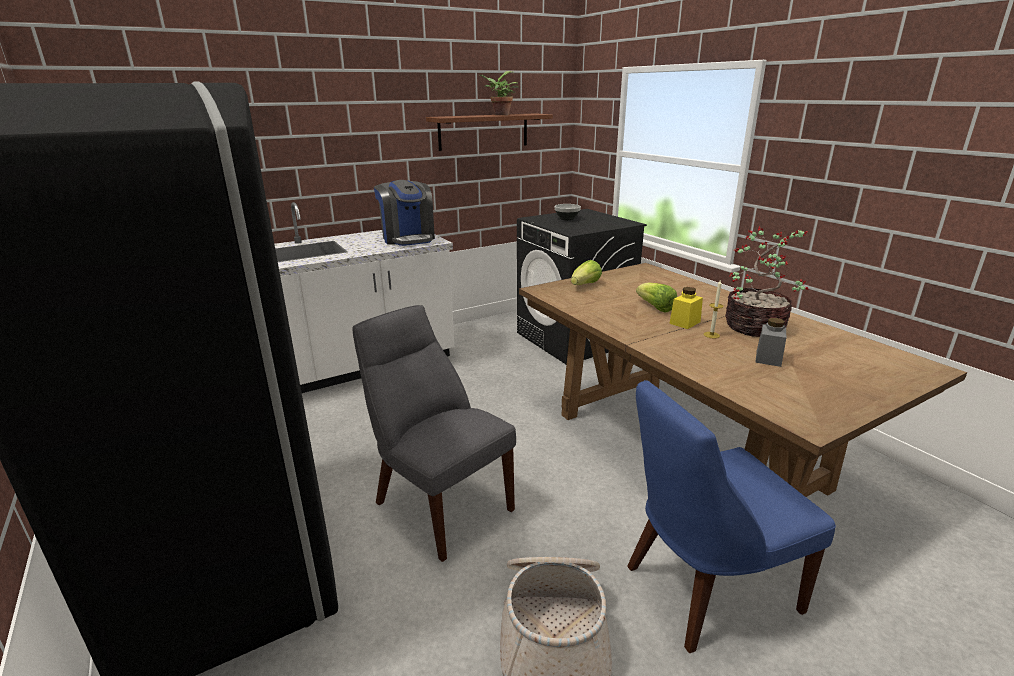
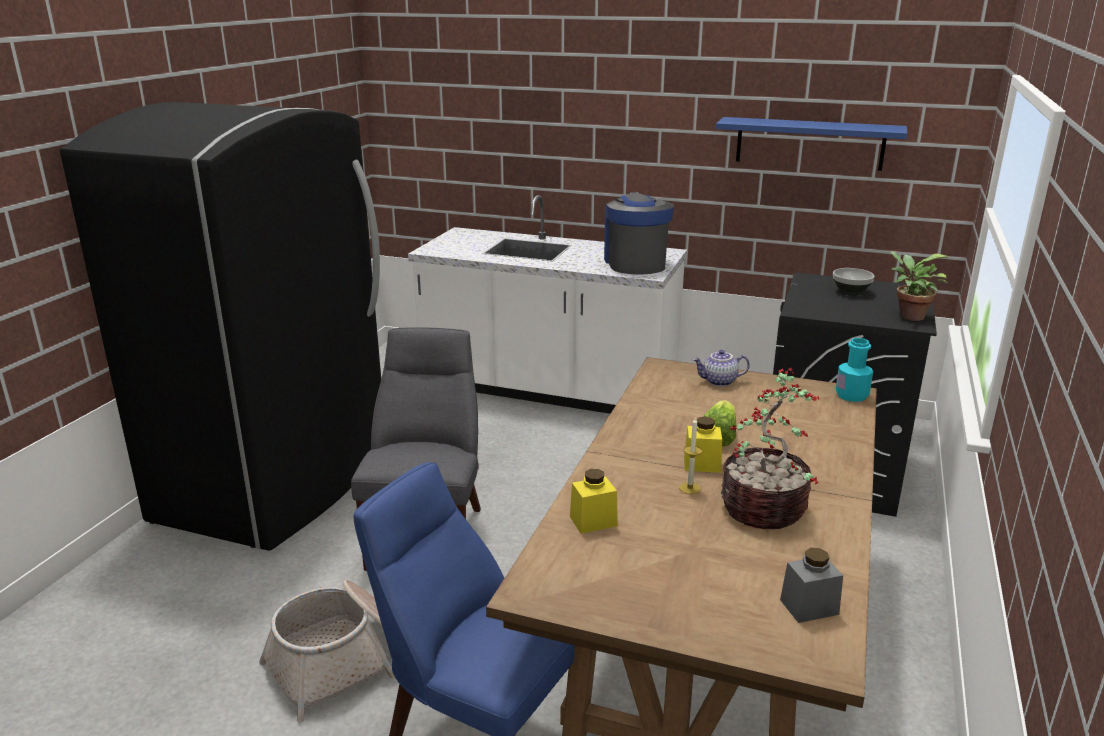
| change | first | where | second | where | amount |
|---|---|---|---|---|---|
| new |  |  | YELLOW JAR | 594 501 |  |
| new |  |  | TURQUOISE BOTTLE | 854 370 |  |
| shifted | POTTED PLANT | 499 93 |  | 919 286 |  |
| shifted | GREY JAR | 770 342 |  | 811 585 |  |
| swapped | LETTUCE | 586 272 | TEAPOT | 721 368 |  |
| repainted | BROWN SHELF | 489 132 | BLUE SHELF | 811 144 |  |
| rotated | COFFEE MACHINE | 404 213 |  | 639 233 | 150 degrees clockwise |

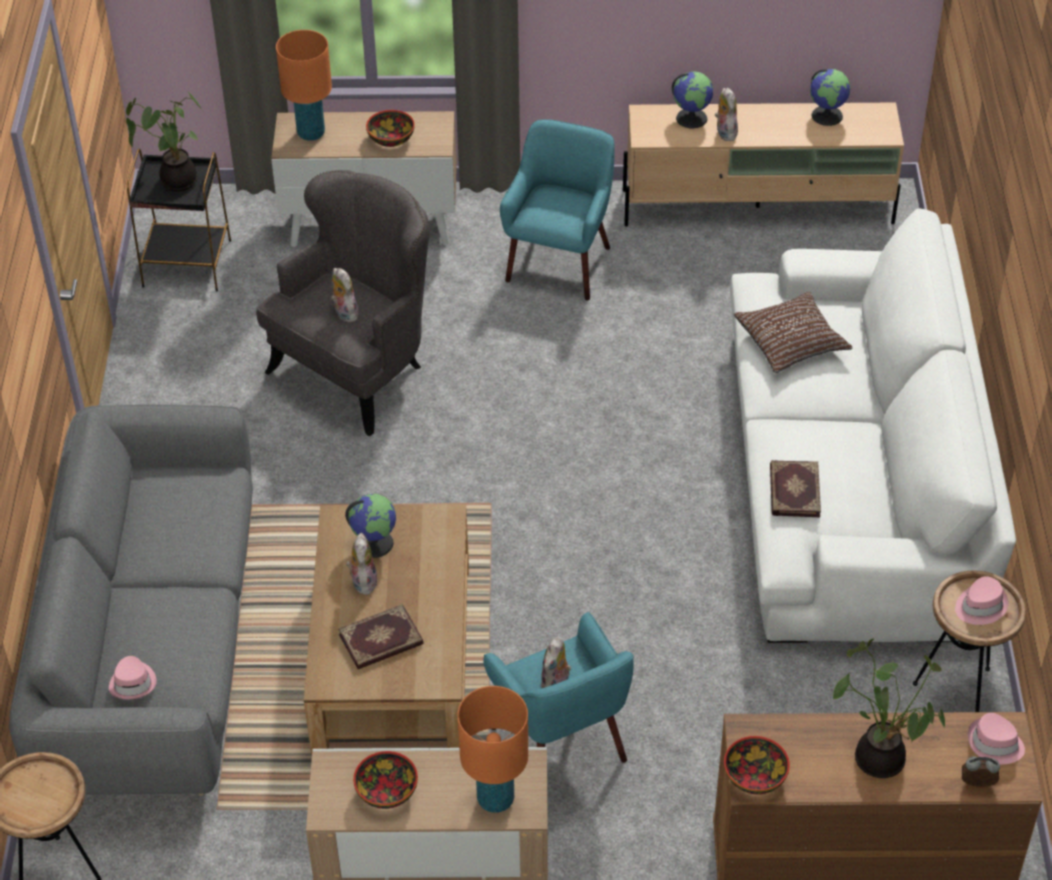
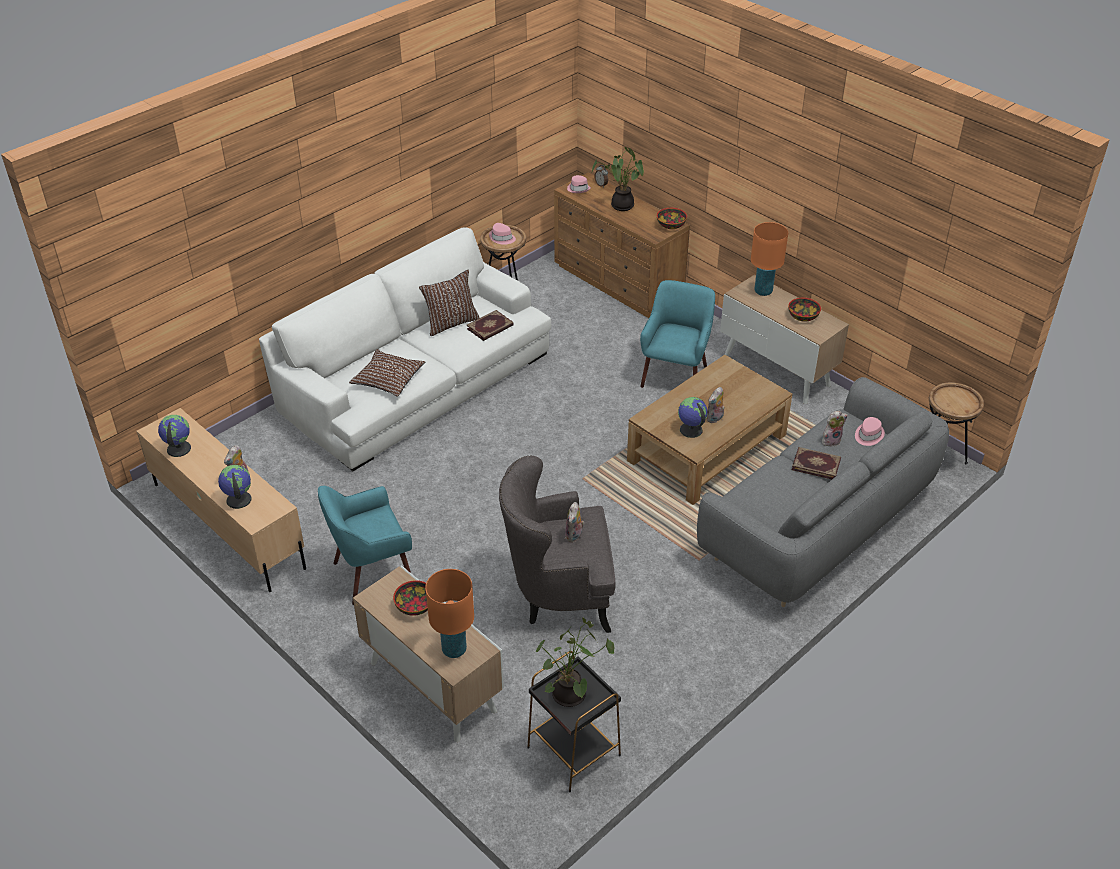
| change | first | where | second | where | amount |
|---|---|---|---|---|---|
| new |  |  | BROWN PILLOW | 449 303 |  |
| shifted | BOOK | 380 636 |  | 816 463 |  |
| shifted | PLUSH TOY | 556 662 |  | 835 429 |  |

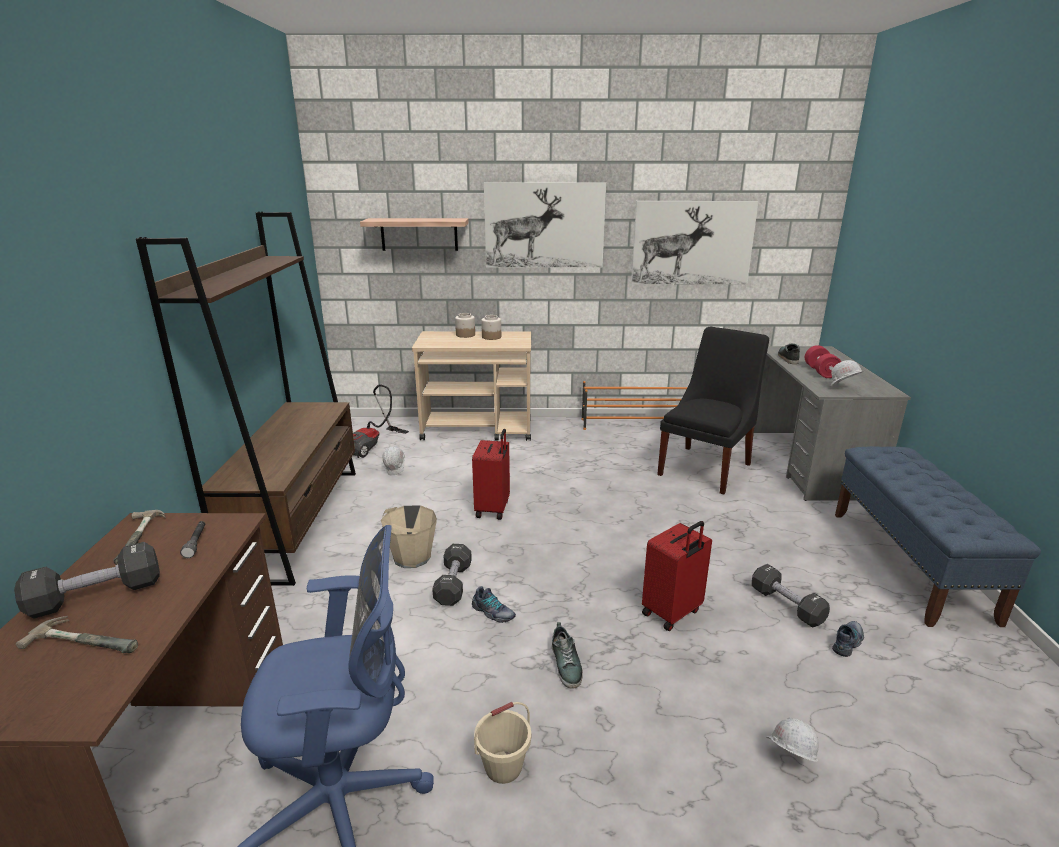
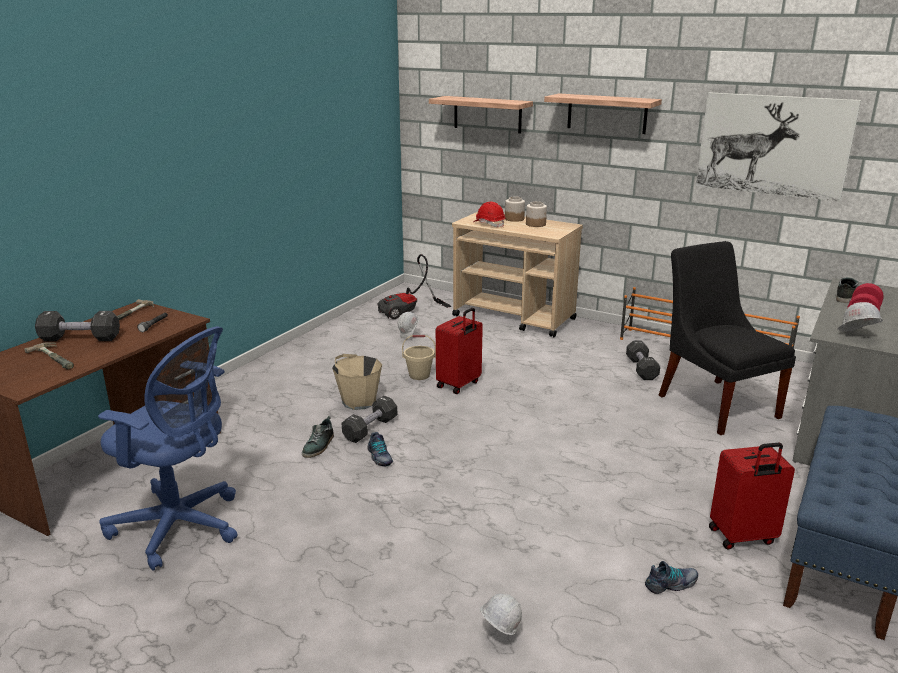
| change | first | where | second | where | amount |
|---|---|---|---|---|---|
| gone | BROWN BOOKCASE | 246 399 |  |  |  |
| new |  |  | RED HARD HAT | 489 214 |  |
| shifted | BEIGE BUCKET | 502 743 |  | 419 357 |  |
| shifted | SHOE | 567 655 |  | 318 437 |  |
| shifted | RED SUITCASE | 677 576 |  | 752 496 |  |
| shifted | BLACK DUMBBELL | 791 596 |  | 643 360 |  |
| swapped | PICTURE | 545 225 | SHELF | 603 113 |  |
| rotated | BLACK CHAIR | 713 411 |  | 727 338 | 90 degrees counterclockwise |

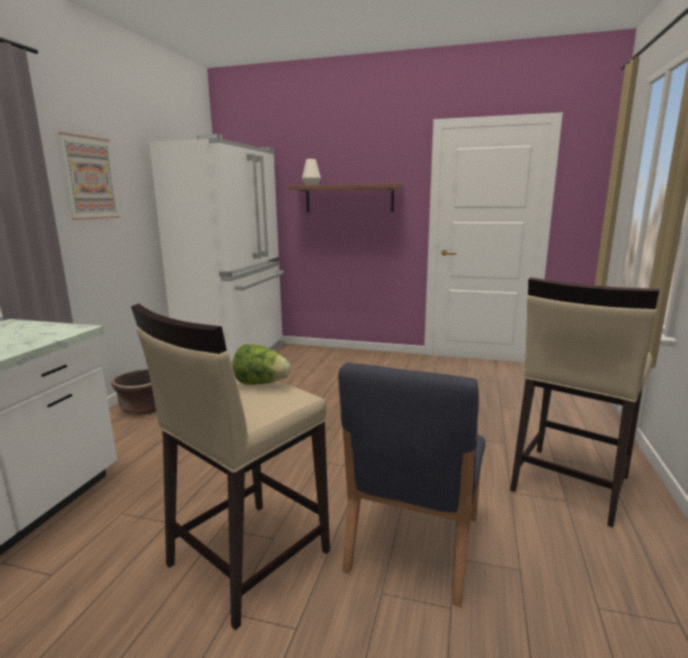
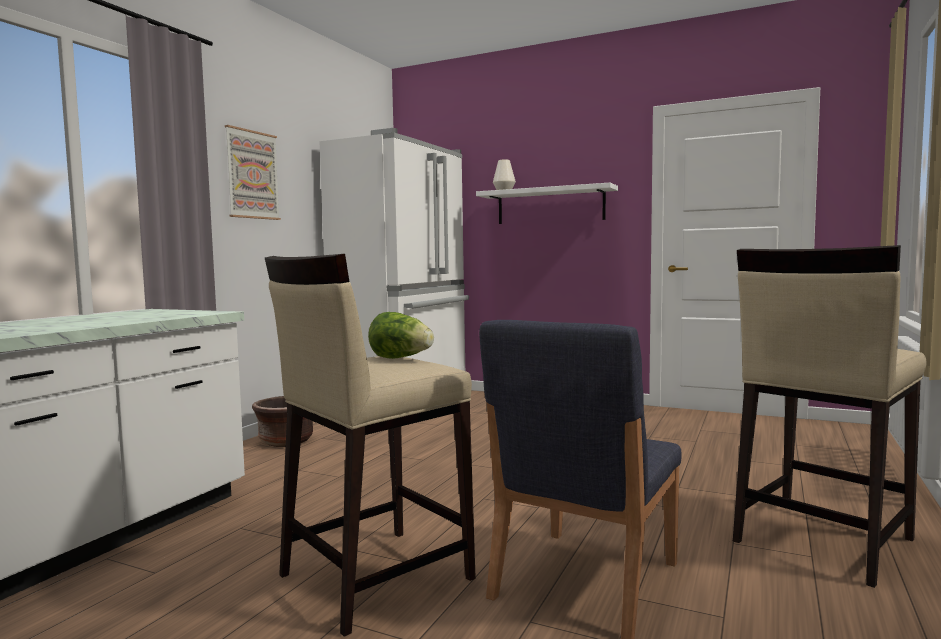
| change | first | where | second | where | amount |
|---|---|---|---|---|---|
| repainted | BROWN SHELF | 346 198 | WHITE SHELF | 547 203 |  |

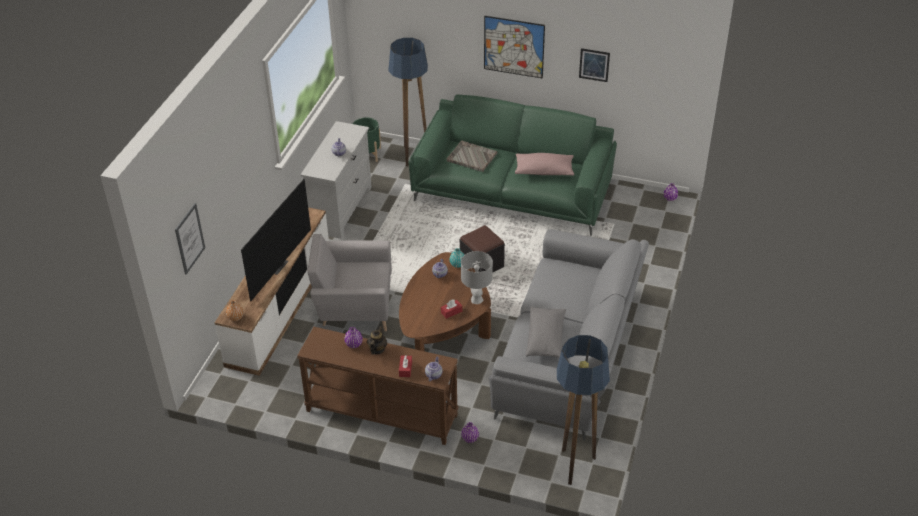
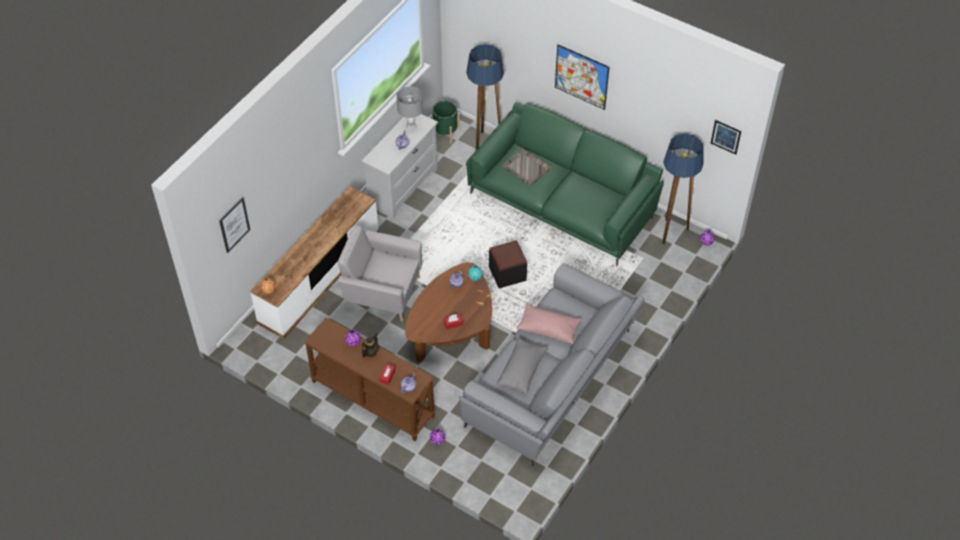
| change | first | where | second | where | amount |
|---|---|---|---|---|---|
| gone | TELEVISION | 276 240 |  |  |  |
| shifted | GREY TABLE LAMP | 477 277 |  | 409 108 |  |
| shifted | PINK PILLOW | 544 164 |  | 549 324 |  |
| shifted | FLOOR LAMP | 583 410 |  | 682 188 |  |
| shifted | PICTURE | 594 65 |  | 726 137 |  |

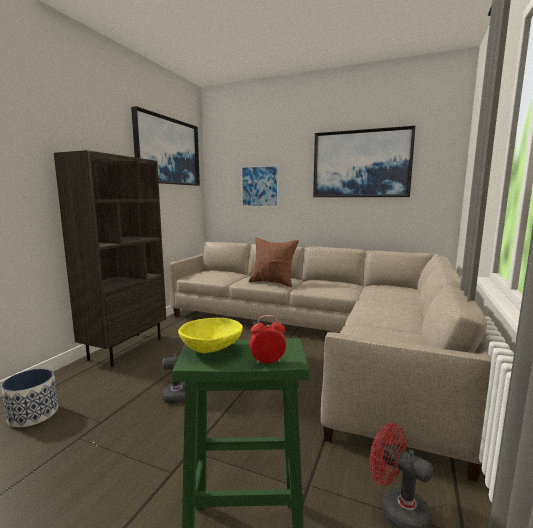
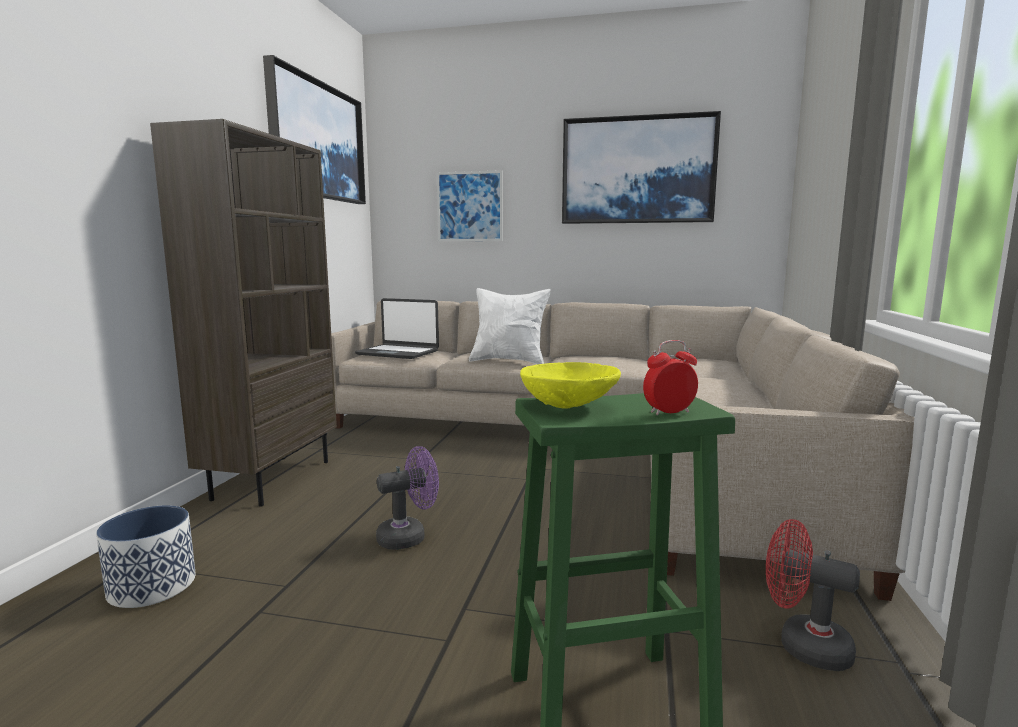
| change | first | where | second | where | amount |
|---|---|---|---|---|---|
| new |  |  | LAPTOP | 397 328 |  |
| repainted | BROWN PILLOW | 274 262 | WHITE PILLOW | 510 326 |  |

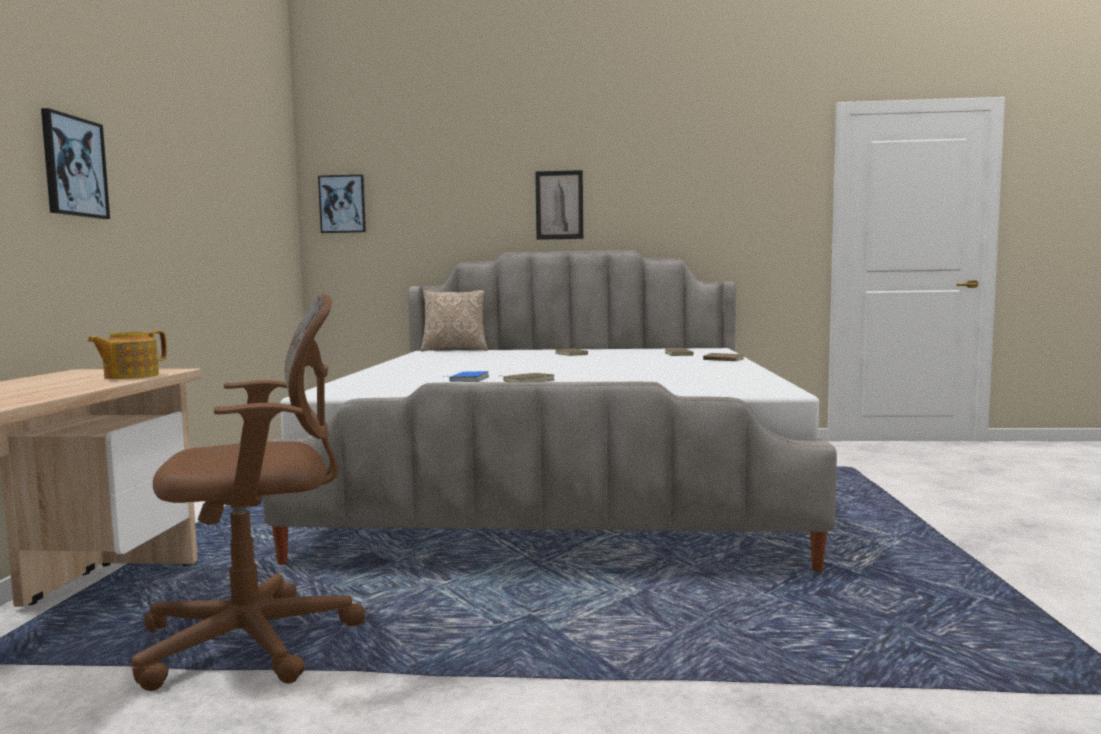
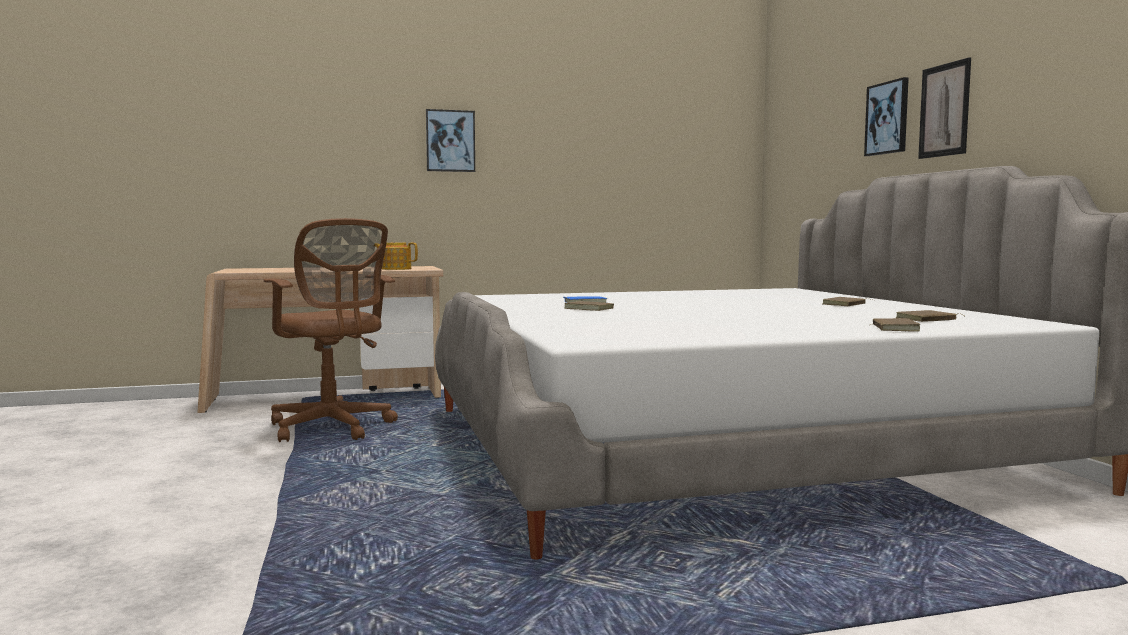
| change | first | where | second | where | amount |
|---|---|---|---|---|---|
| gone | PILLOW | 454 320 |  |  |  |
| shifted | PICTURE | 342 204 |  | 886 116 |  |

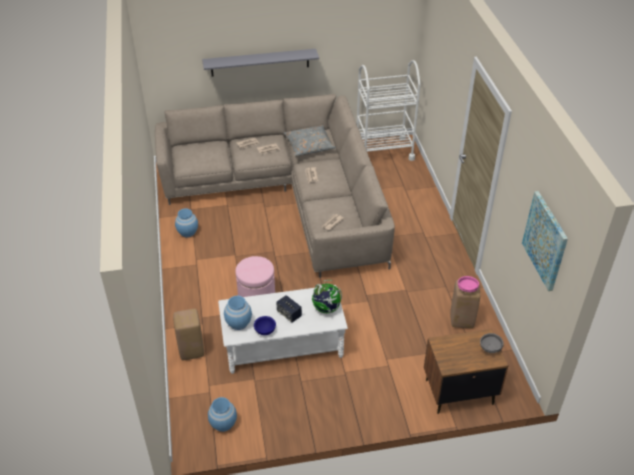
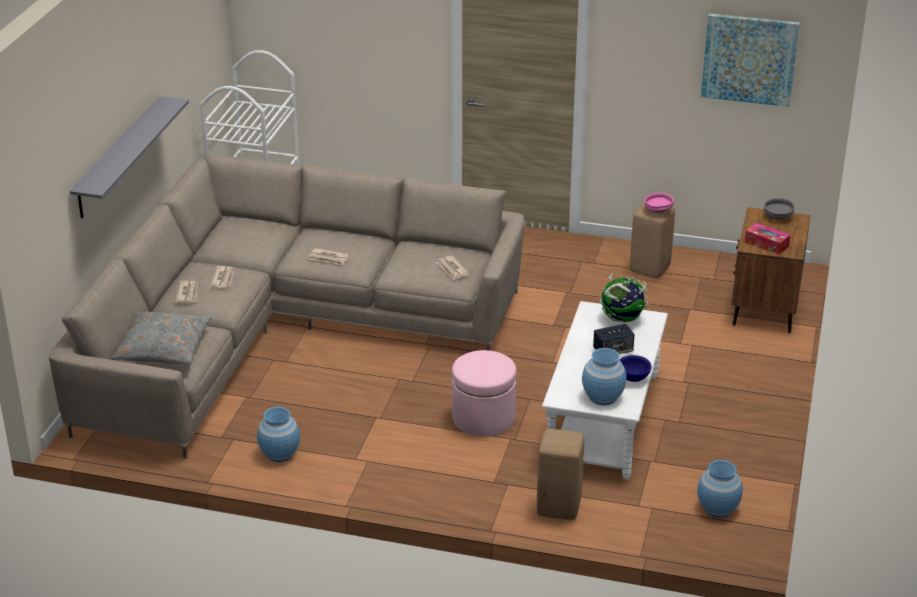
| change | first | where | second | where | amount |
|---|---|---|---|---|---|
| new |  |  | TISSUE BOX | 768 239 |  |
| shifted | GREY PILLOW | 310 140 |  | 161 338 |  |

